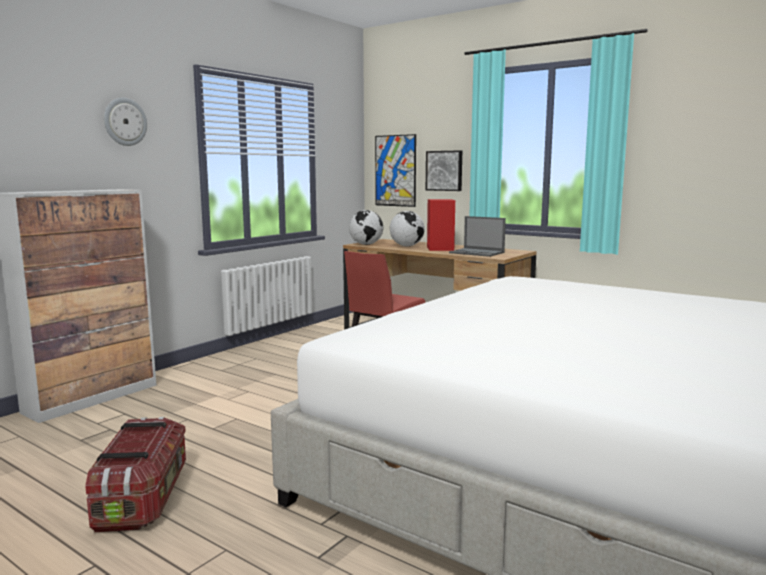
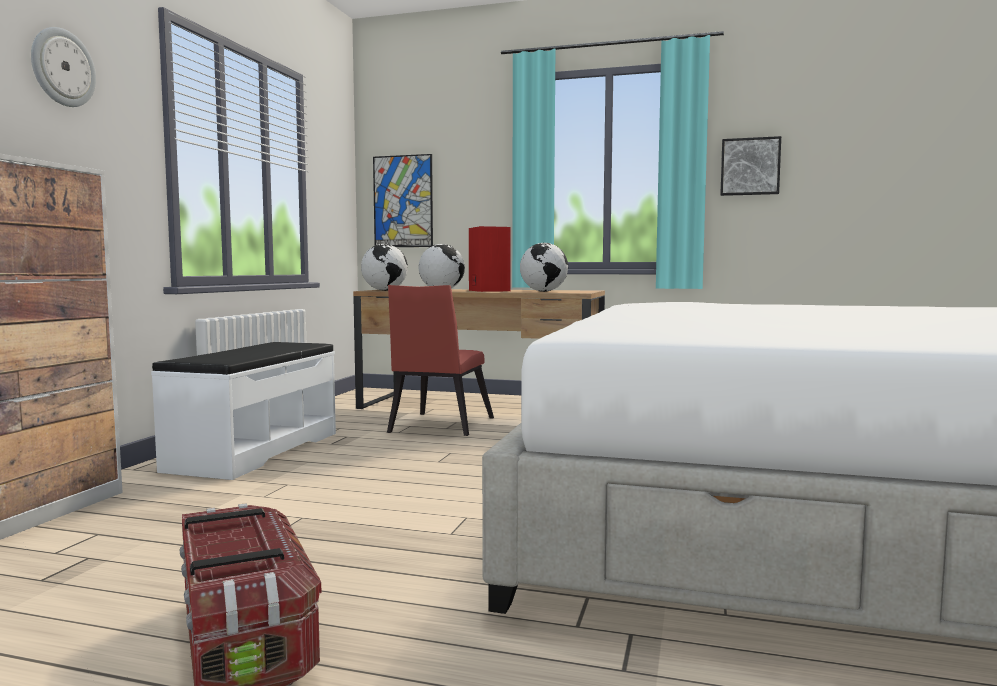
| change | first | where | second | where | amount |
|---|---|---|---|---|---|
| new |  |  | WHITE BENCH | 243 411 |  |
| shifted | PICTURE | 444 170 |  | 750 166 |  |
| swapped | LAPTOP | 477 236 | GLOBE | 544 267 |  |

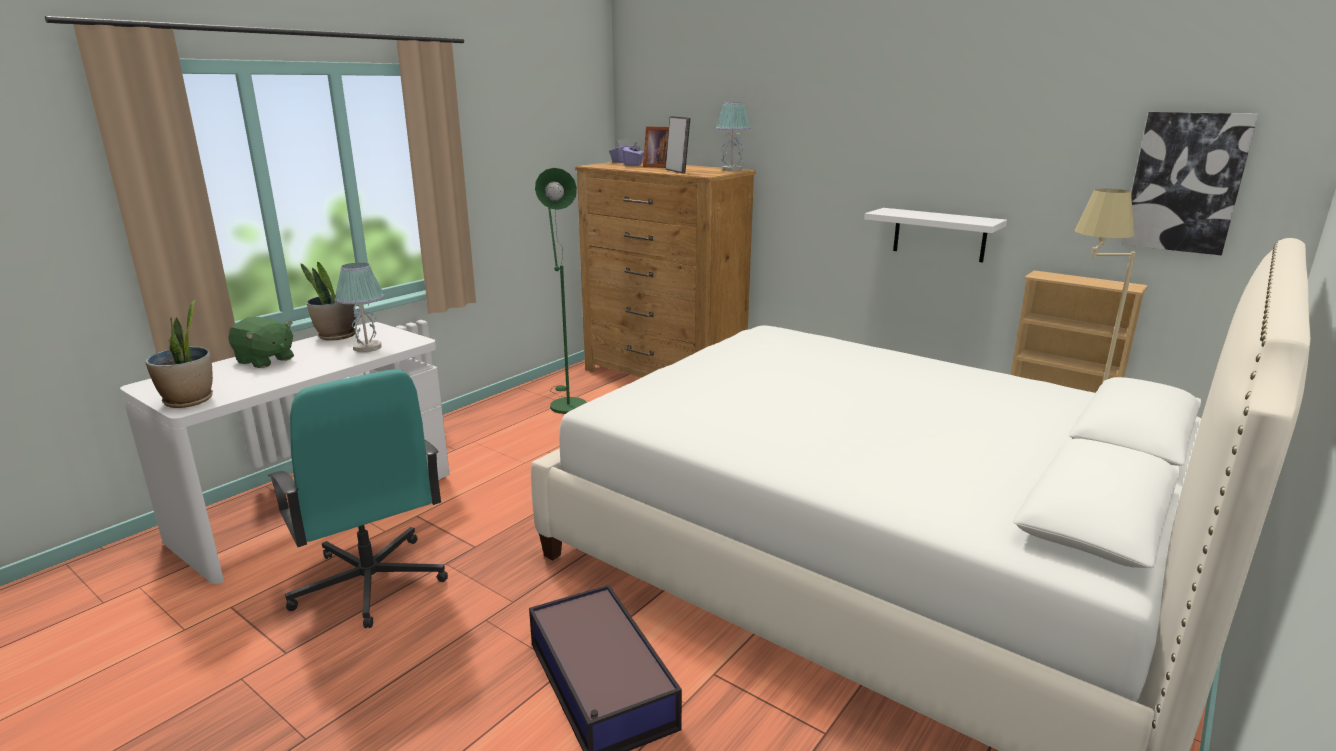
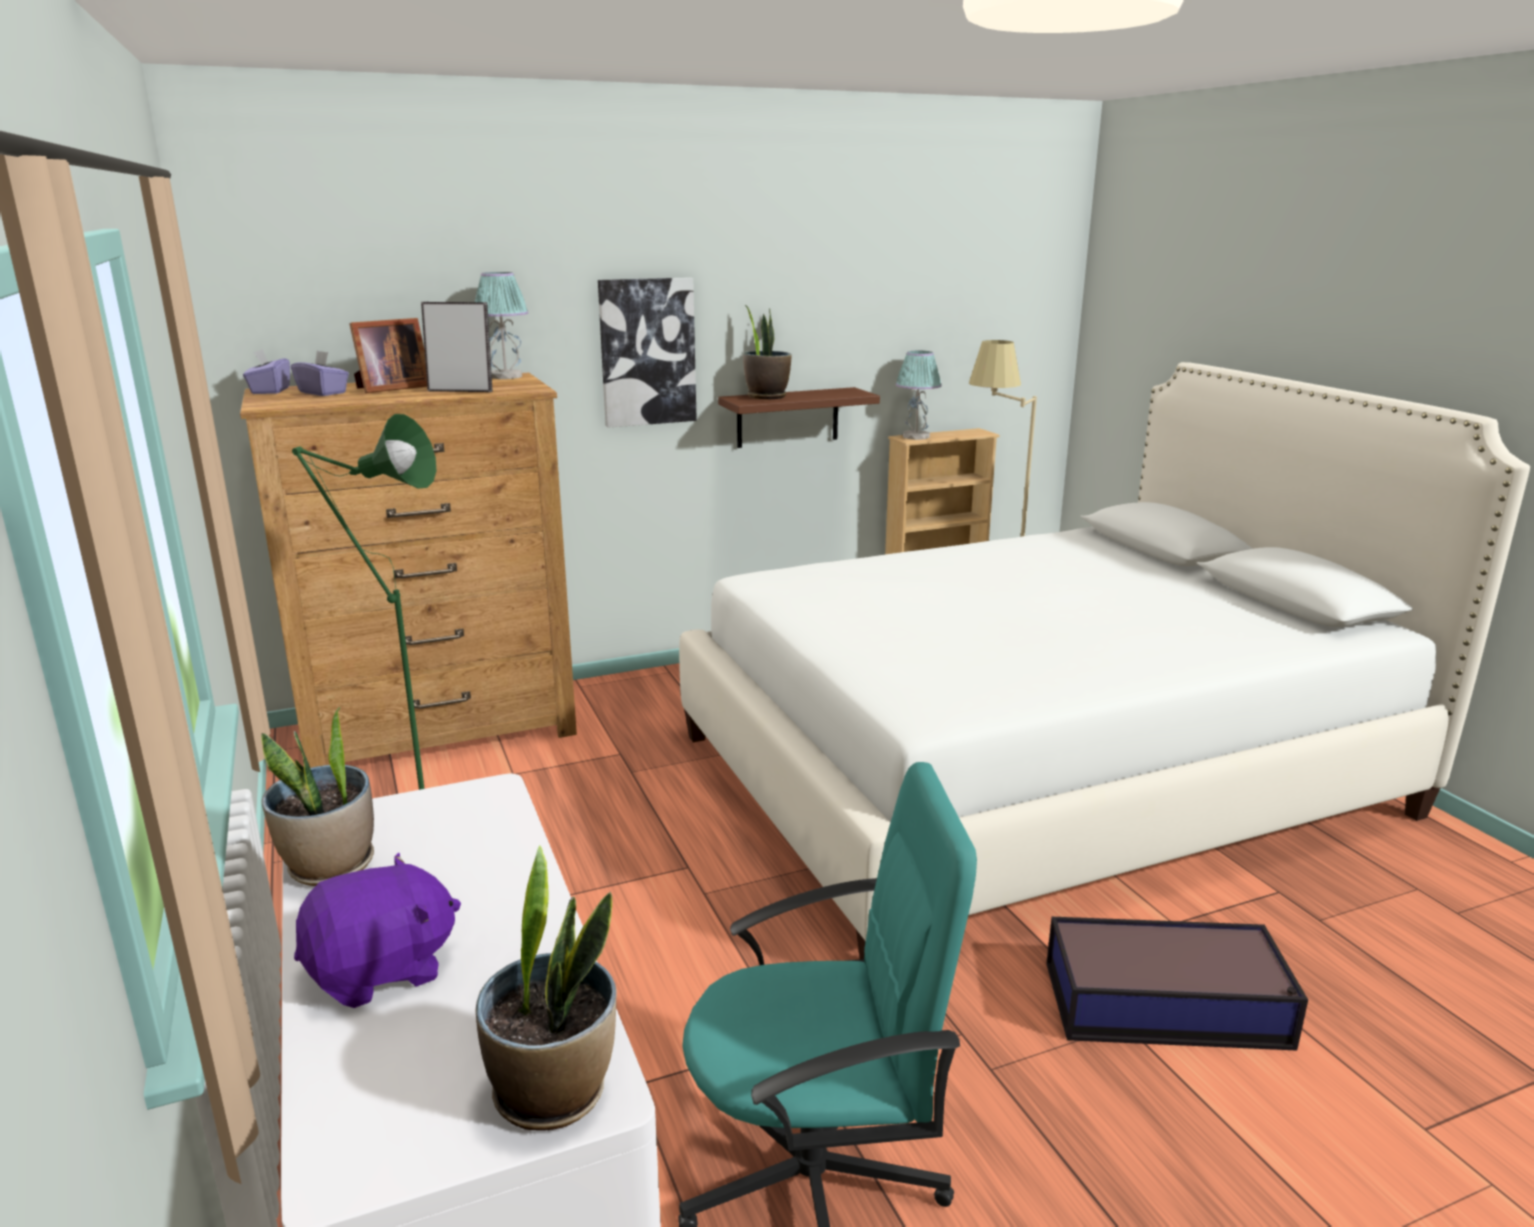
| change | first | where | second | where | amount |
|---|---|---|---|---|---|
| new |  |  | POTTED PLANT | 767 351 |  |
| shifted | TABLE LAMP | 360 307 |  | 919 395 |  |
| shifted | PICTURE | 1190 183 |  | 647 352 |  |
| repainted | GREEN PLUSH TOY | 261 342 | PURPLE PLUSH TOY | 377 930 |  |
| repainted | WHITE SHELF | 935 235 | BROWN SHELF | 799 417 |  |

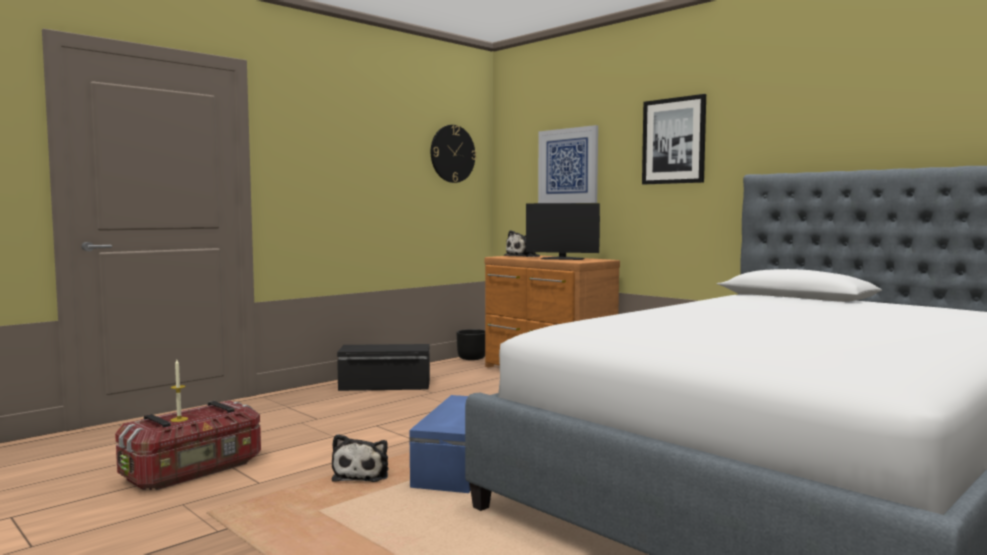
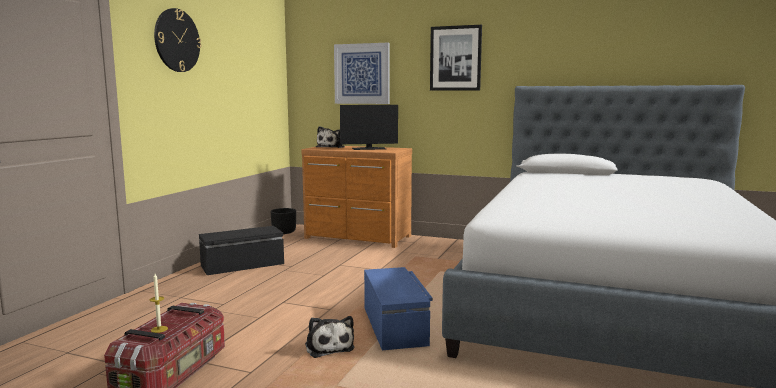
| change | first | where | second | where | amount |
|---|---|---|---|---|---|
| shifted | WALL CLOCK | 453 154 |  | 178 40 |  |

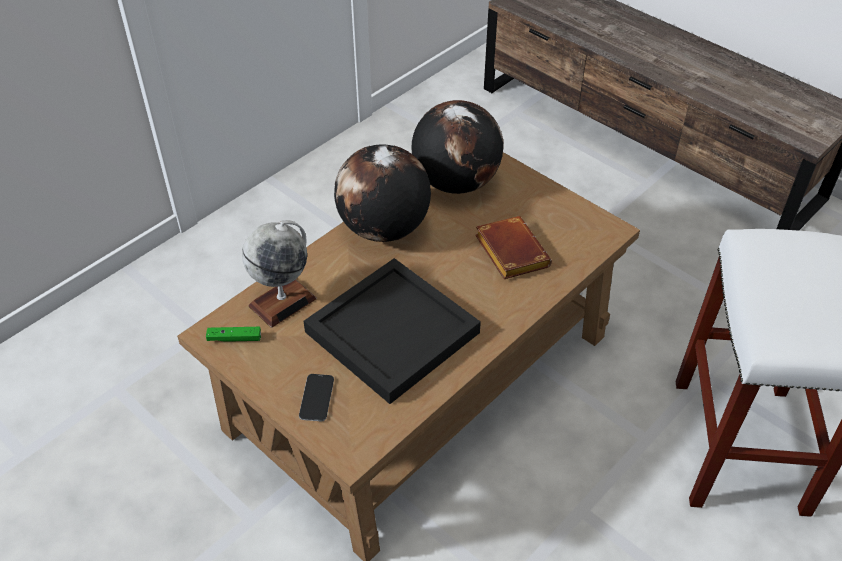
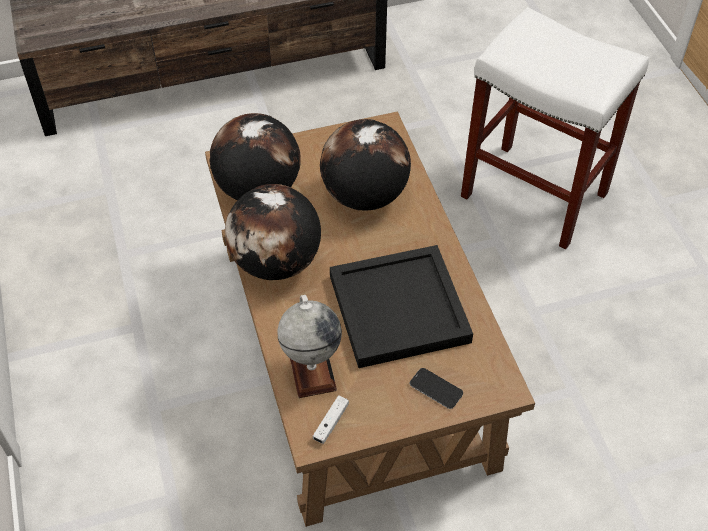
| change | first | where | second | where | amount |
|---|---|---|---|---|---|
| swapped | BROWN BOOK | 513 247 | GLOBE | 365 165 |  |
| repainted | GREEN GAME CONTROLLER | 233 334 | WHITE GAME CONTROLLER | 331 419 |  |

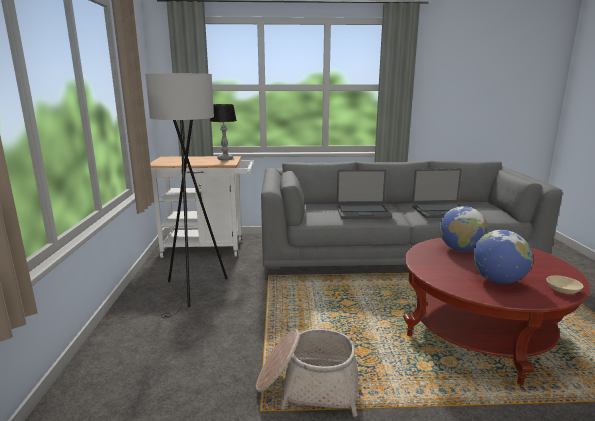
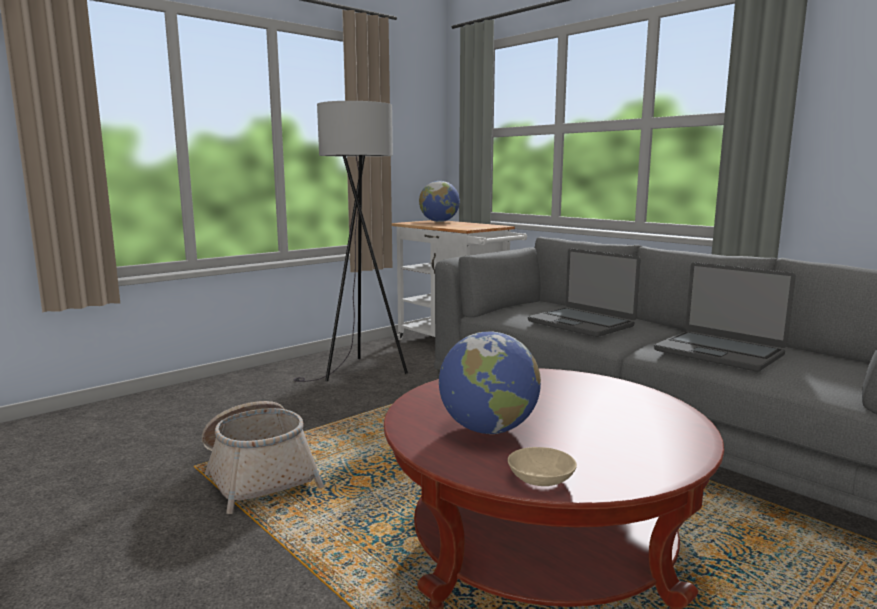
| change | first | where | second | where | amount |
|---|---|---|---|---|---|
| gone | TABLE LAMP | 223 132 |  |  |  |
| shifted | GLOBE | 464 229 |  | 439 201 |  |

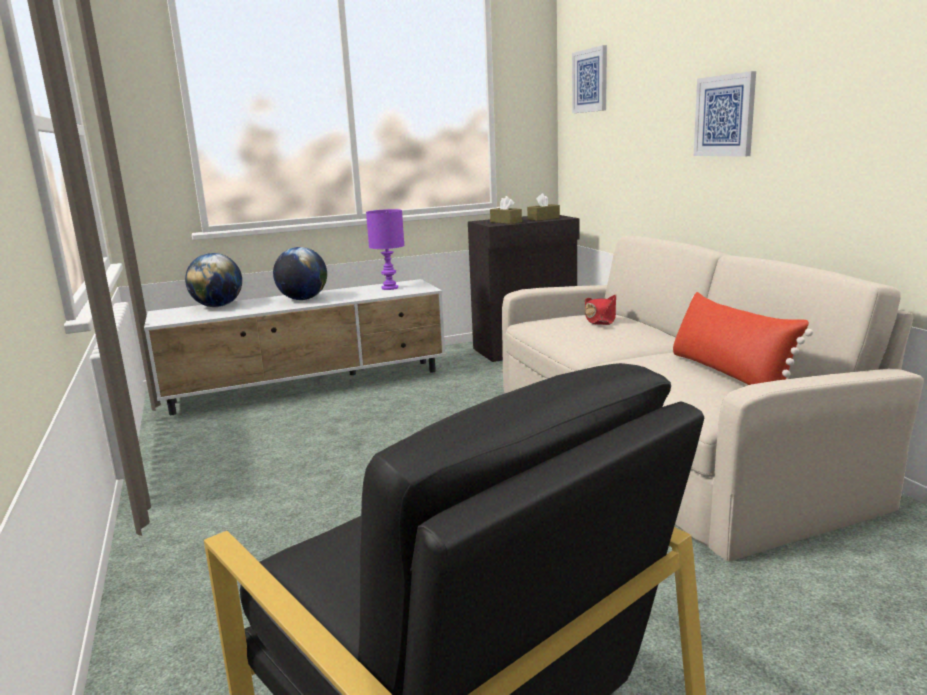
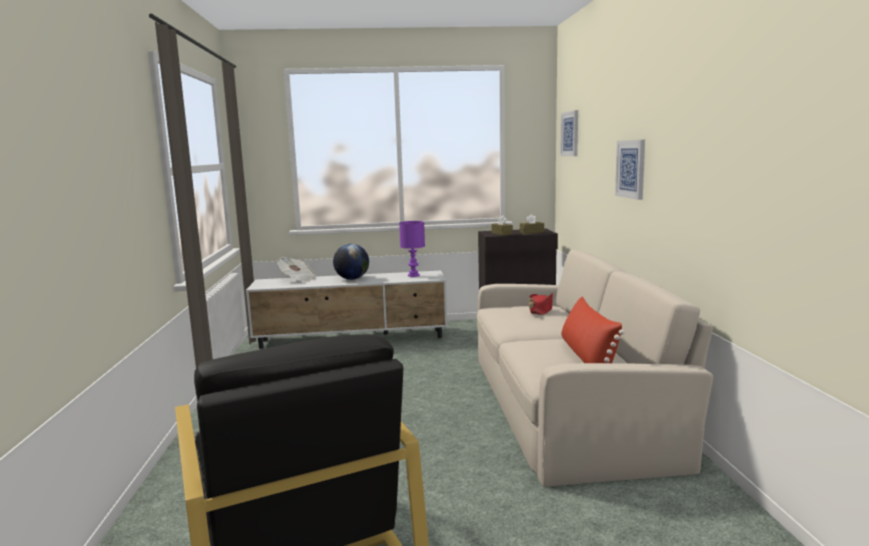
| change | first | where | second | where | amount |
|---|---|---|---|---|---|
| swapped | GLOBE | 213 280 | NEWSPAPER | 297 269 |  |

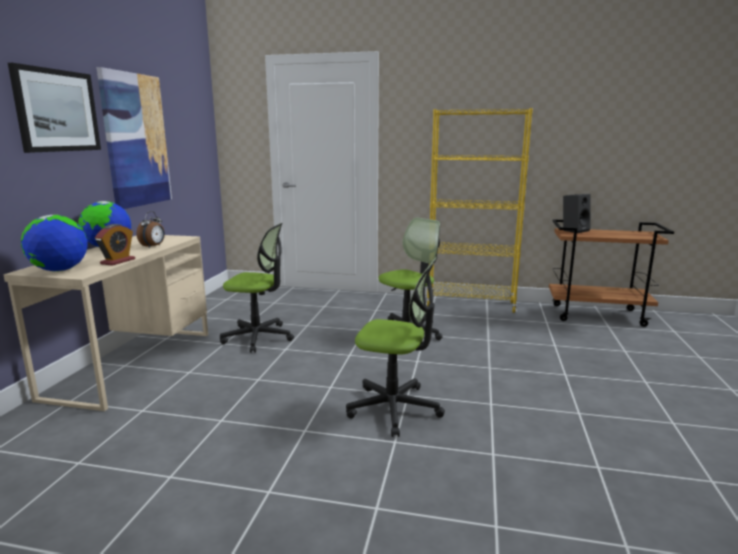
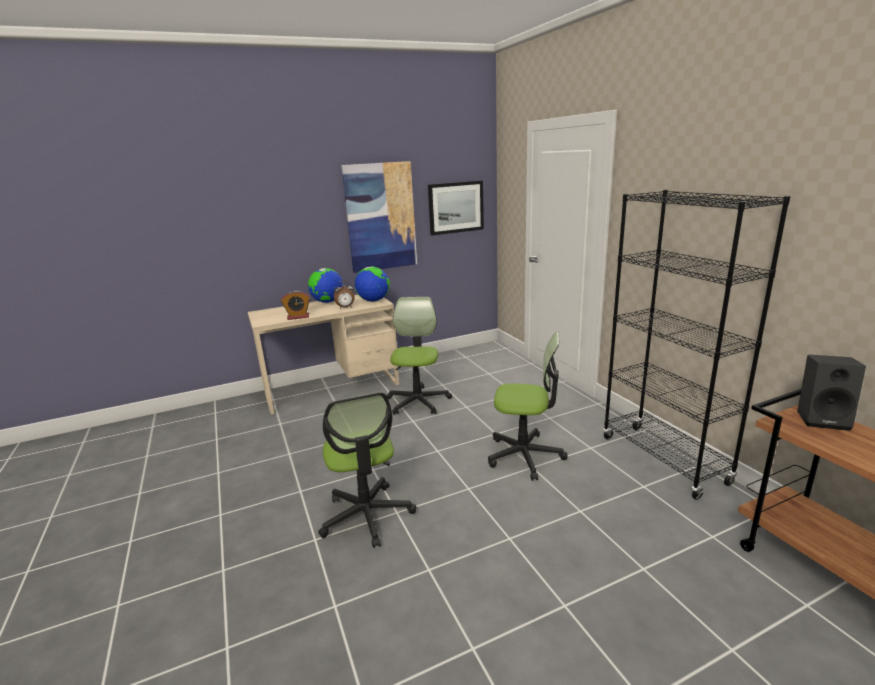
| change | first | where | second | where | amount |
|---|---|---|---|---|---|
| shifted | PICTURE | 54 108 |  | 456 208 |  |
| shifted | GLOBE | 54 243 |  | 372 284 |  |
| repainted | YELLOW BOOKCASE | 479 210 | BLACK BOOKCASE | 697 344 |  |
| rotated | OFFICE CHAIR | 257 288 |  | 419 356 | 150 degrees counterclockwise |

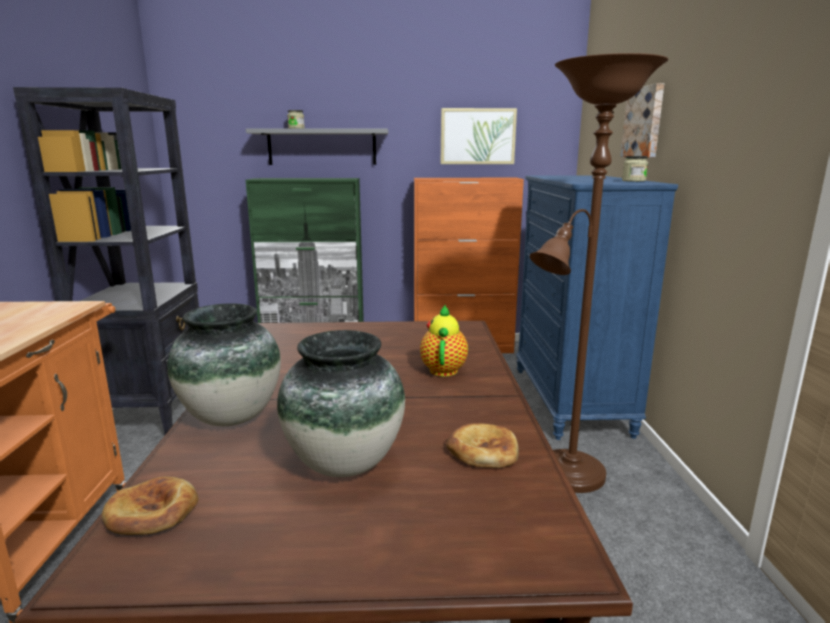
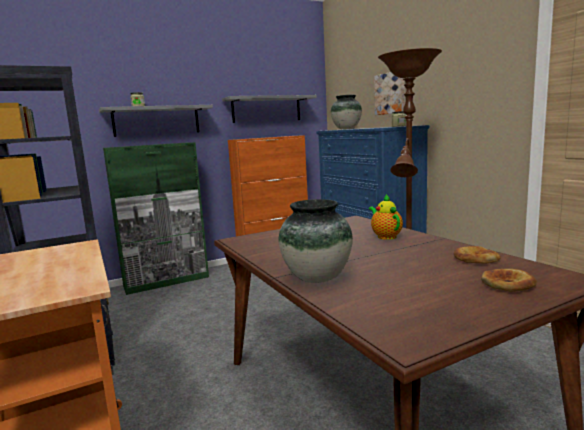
| change | first | where | second | where | amount |
|---|---|---|---|---|---|
| shifted | BREAD | 150 506 |  | 509 280 |  |
| shifted | VASE | 341 403 |  | 346 112 |  |
| swapped | PICTURE | 479 136 | GREY SHELF | 269 109 |  |

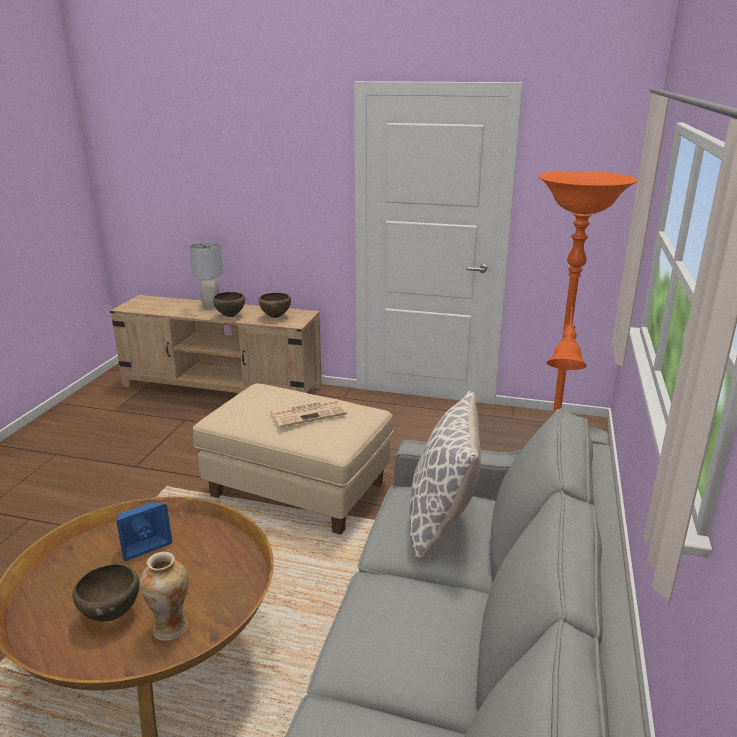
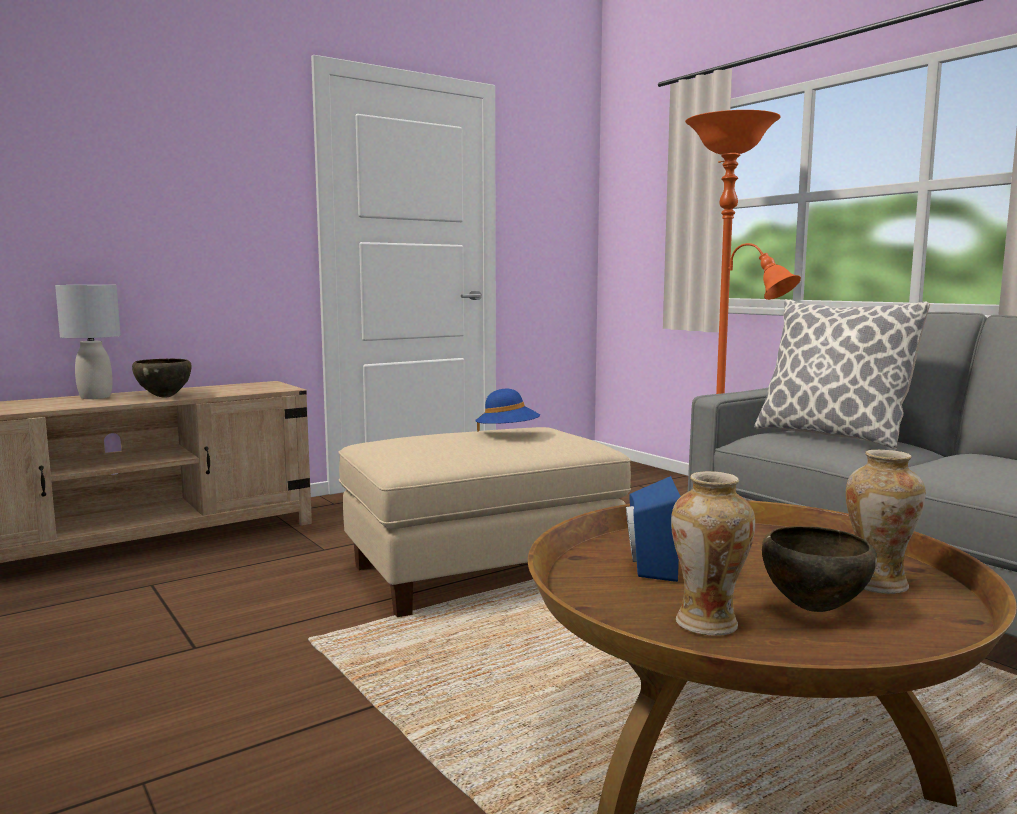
| change | first | where | second | where | amount |
|---|---|---|---|---|---|
| gone | BROWN BOWL | 275 305 |  |  |  |
| new |  |  | VASE | 713 553 |  |
| swapped | NEWSPAPER | 308 413 | BLUE HAT | 507 410 |  |

